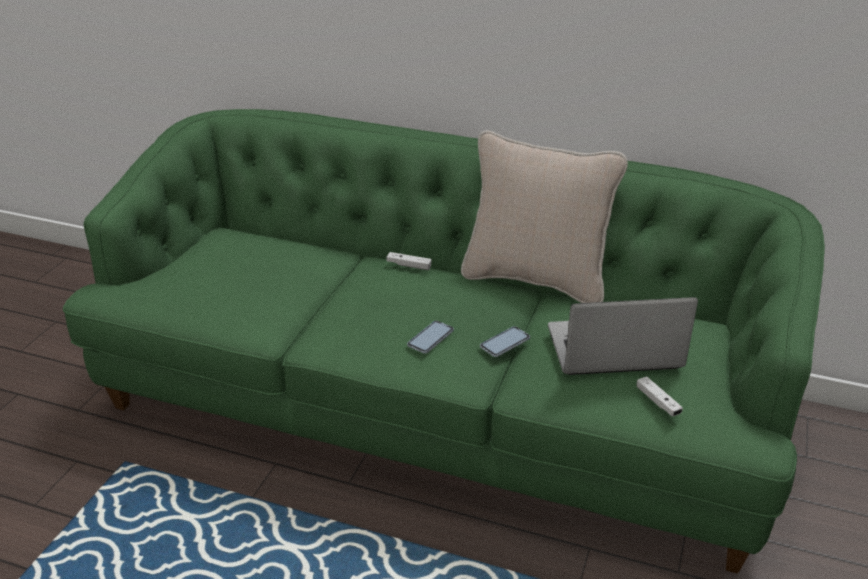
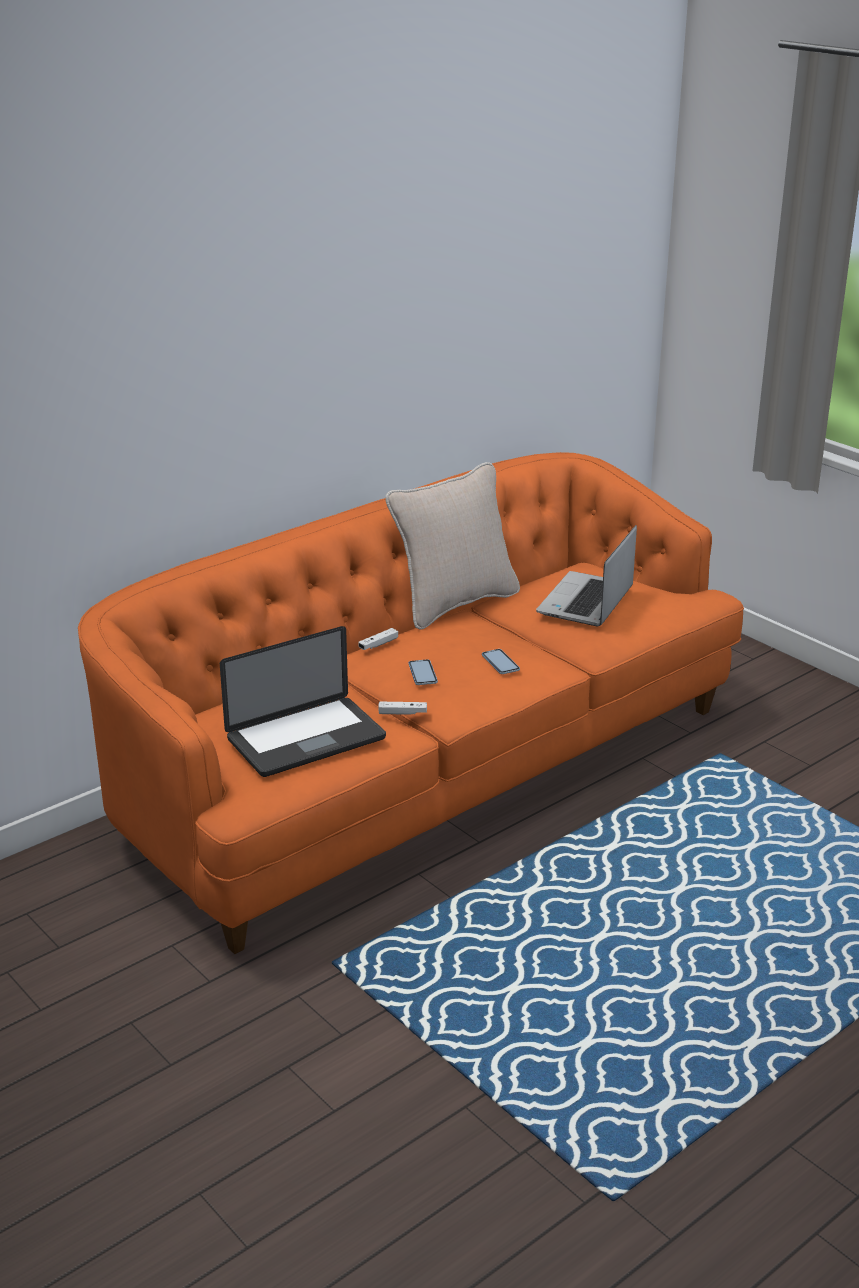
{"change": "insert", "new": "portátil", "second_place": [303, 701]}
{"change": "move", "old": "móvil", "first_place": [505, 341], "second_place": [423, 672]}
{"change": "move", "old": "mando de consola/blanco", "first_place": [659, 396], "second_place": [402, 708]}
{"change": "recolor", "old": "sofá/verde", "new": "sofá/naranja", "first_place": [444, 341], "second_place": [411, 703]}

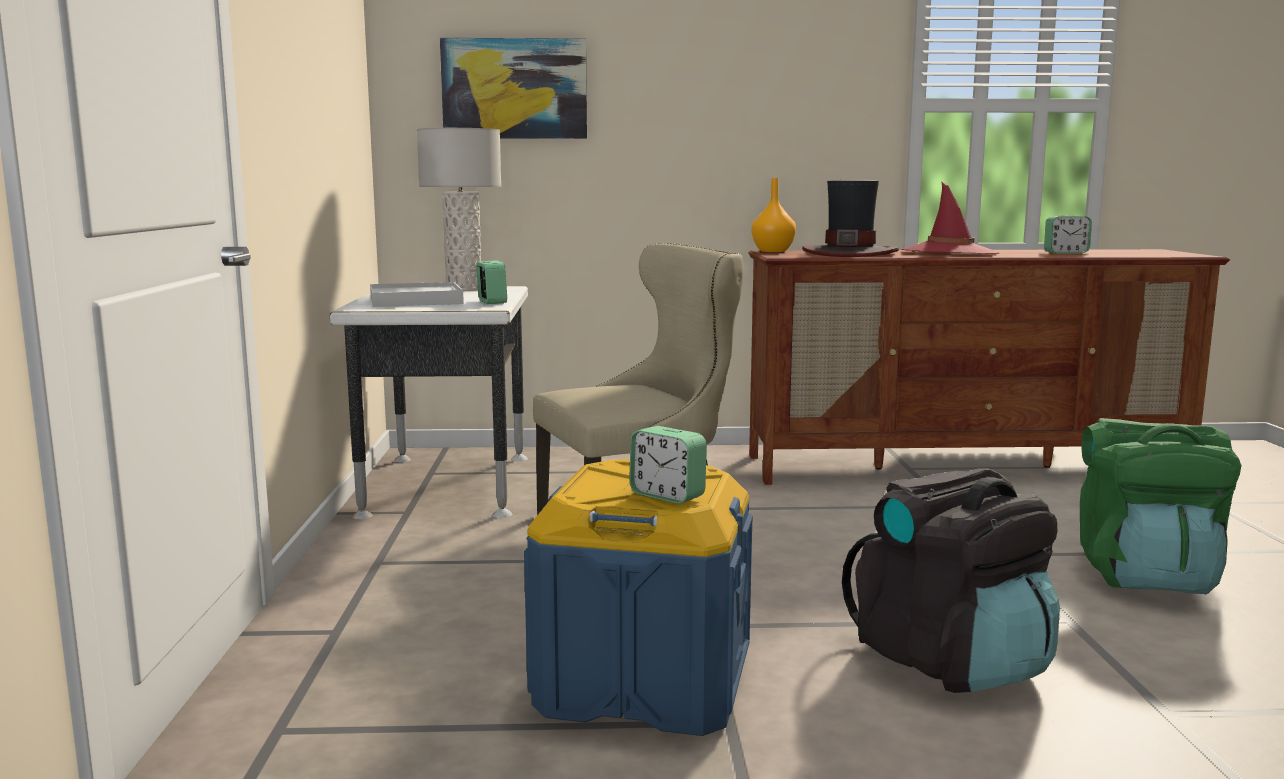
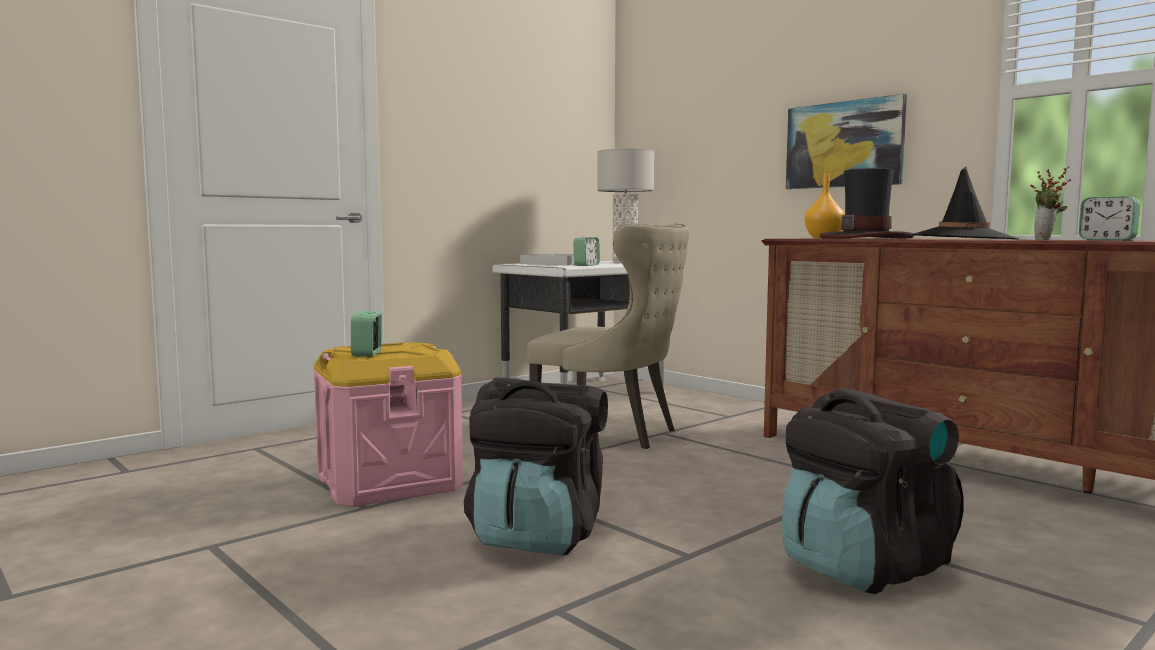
{"change": "insert", "new": "planta en maceta", "second_place": [1050, 203]}
{"change": "move", "old": "cuadro", "first_place": [513, 88], "second_place": [846, 141]}
{"change": "recolor", "old": "caja de almacenaje/azul", "new": "caja de almacenaje/rosa", "first_place": [638, 597], "second_place": [388, 424]}
{"change": "recolor", "old": "sombrero/rojo", "new": "sombrero/negro", "first_place": [951, 217], "second_place": [965, 203]}
{"change": "recolor", "old": "mochila/verde", "new": "mochila/negro", "first_place": [1161, 506], "second_place": [873, 491]}

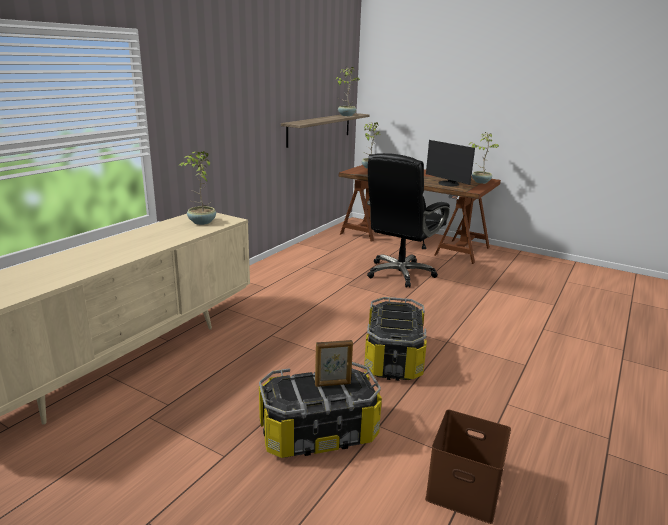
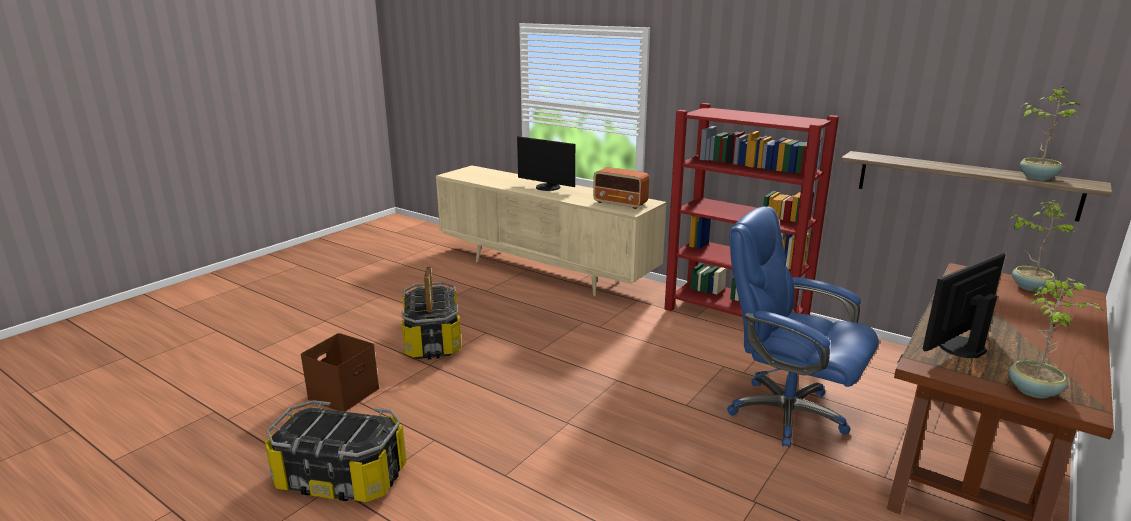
{"change": "insert", "new": "monitor", "second_place": [546, 163]}
{"change": "insert", "new": "estantería/rojo", "second_place": [752, 210]}
{"change": "move", "old": "caja de almacenaje", "first_place": [395, 339], "second_place": [336, 451]}
{"change": "replace", "old": "planta en maceta", "new": "radio", "first_place": [197, 188], "second_place": [621, 188]}
{"change": "recolor", "old": "silla de oficina/negro", "new": "silla de oficina/azul", "first_place": [408, 220], "second_place": [803, 327]}

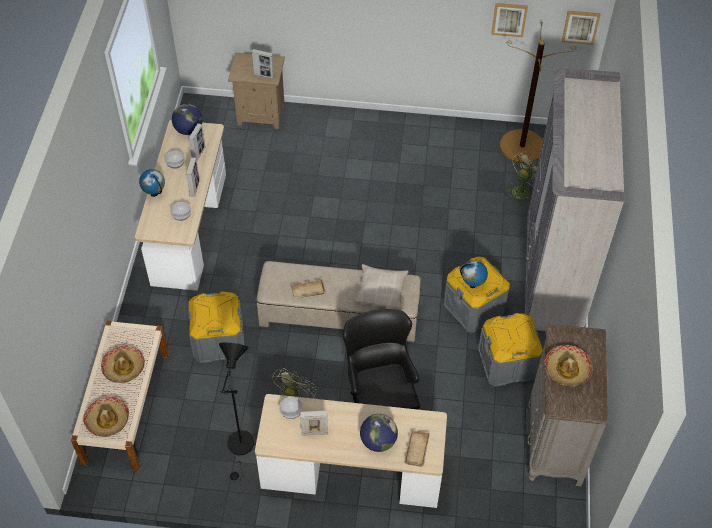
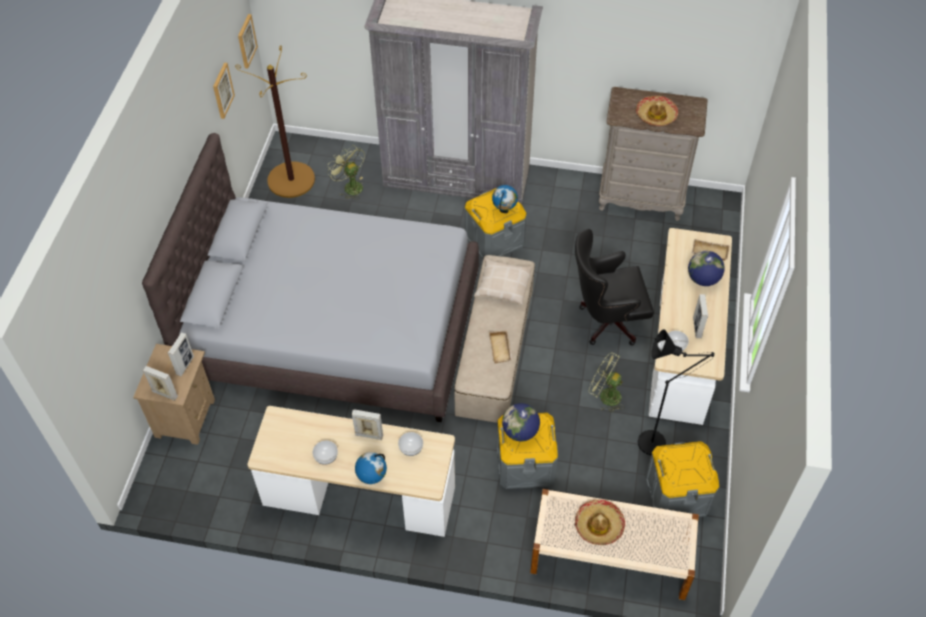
{"change": "delete", "old": "sombrero", "first_place": [106, 417]}
{"change": "insert", "new": "cama/gris", "second_place": [310, 277]}
{"change": "move", "old": "globo terráqueo", "first_place": [187, 119], "second_place": [521, 422]}
{"change": "move", "old": "portarretratos", "first_place": [196, 141], "second_place": [160, 383]}
{"change": "move", "old": "caja de almacenaje/gris", "first_place": [510, 350], "second_place": [682, 481]}

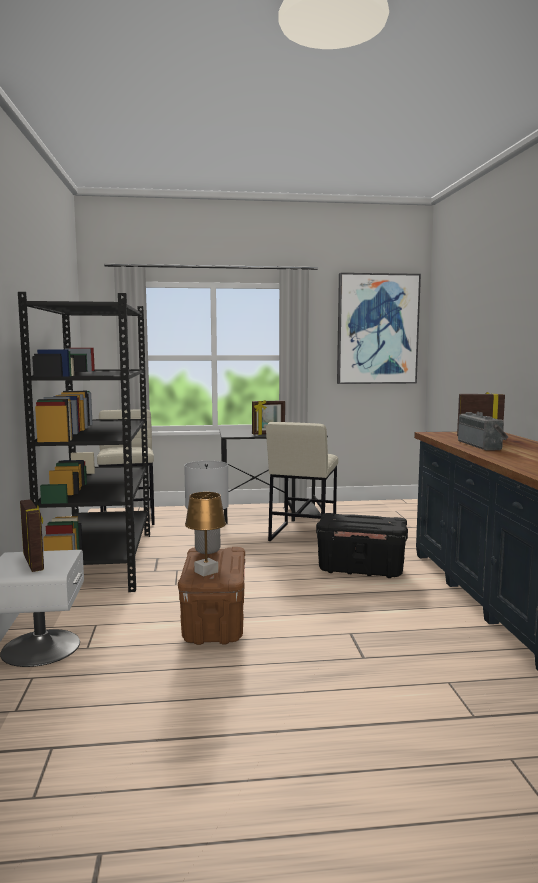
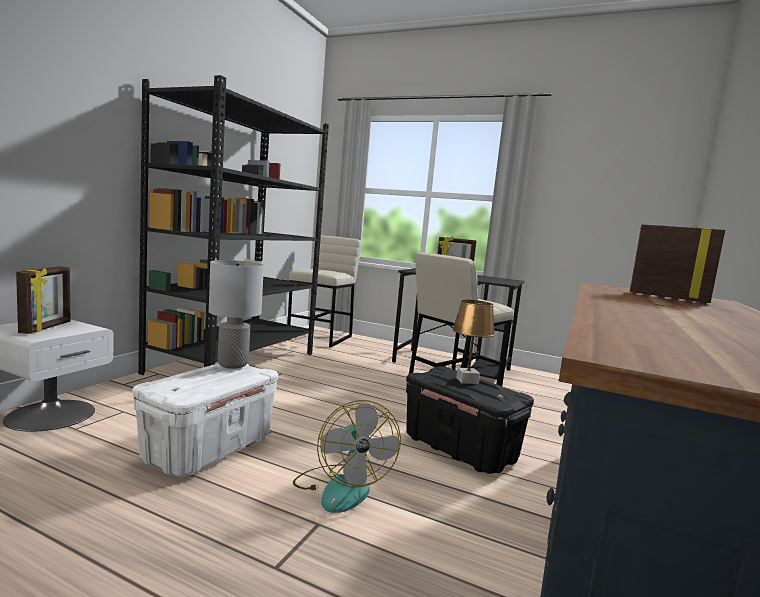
{"change": "delete", "old": "cuadro", "first_place": [379, 328]}
{"change": "delete", "old": "radio", "first_place": [483, 431]}
{"change": "insert", "new": "ventilador", "second_place": [347, 456]}
{"change": "move", "old": "lámpara de mesa/marrón", "first_place": [205, 534], "second_place": [474, 342]}
{"change": "recolor", "old": "caja de almacenaje/marrón", "new": "caja de almacenaje/blanco", "first_place": [211, 596], "second_place": [205, 420]}

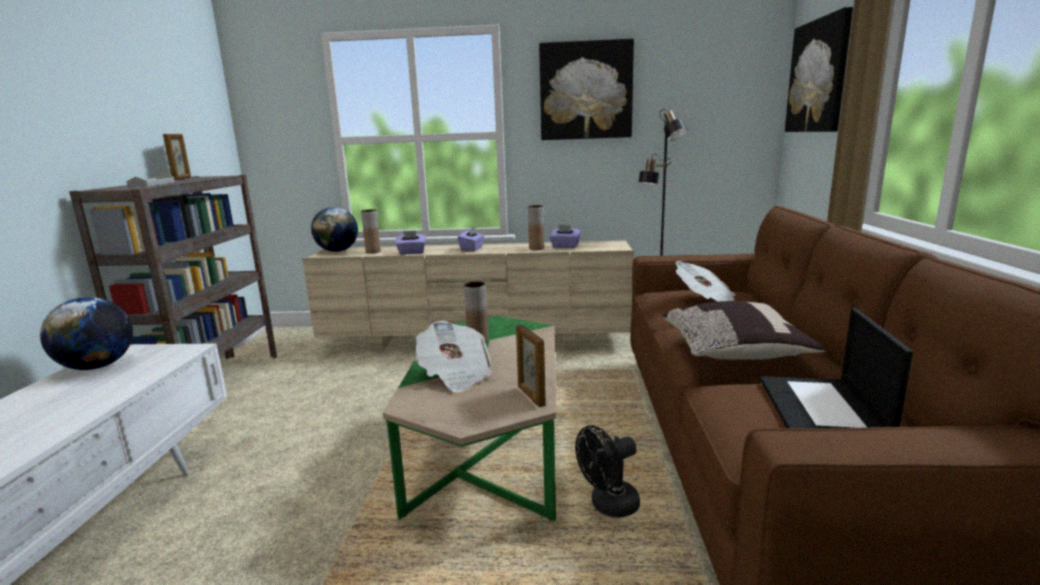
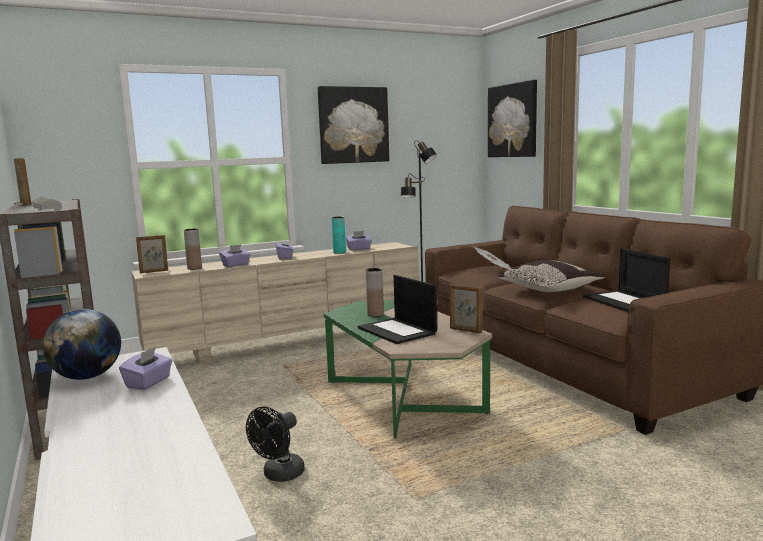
{"change": "insert", "new": "caja de pañuelos/morado", "second_place": [146, 368]}
{"change": "move", "old": "ventilador/negro", "first_place": [607, 471], "second_place": [275, 444]}
{"change": "replace", "old": "globo terráqueo", "new": "portarretratos", "first_place": [334, 229], "second_place": [152, 254]}
{"change": "replace", "old": "periódico", "new": "portátil", "first_place": [454, 357], "second_place": [397, 309]}
{"change": "recolor", "old": "florero/marrón", "new": "florero/turquesa", "first_place": [536, 227], "second_place": [339, 235]}

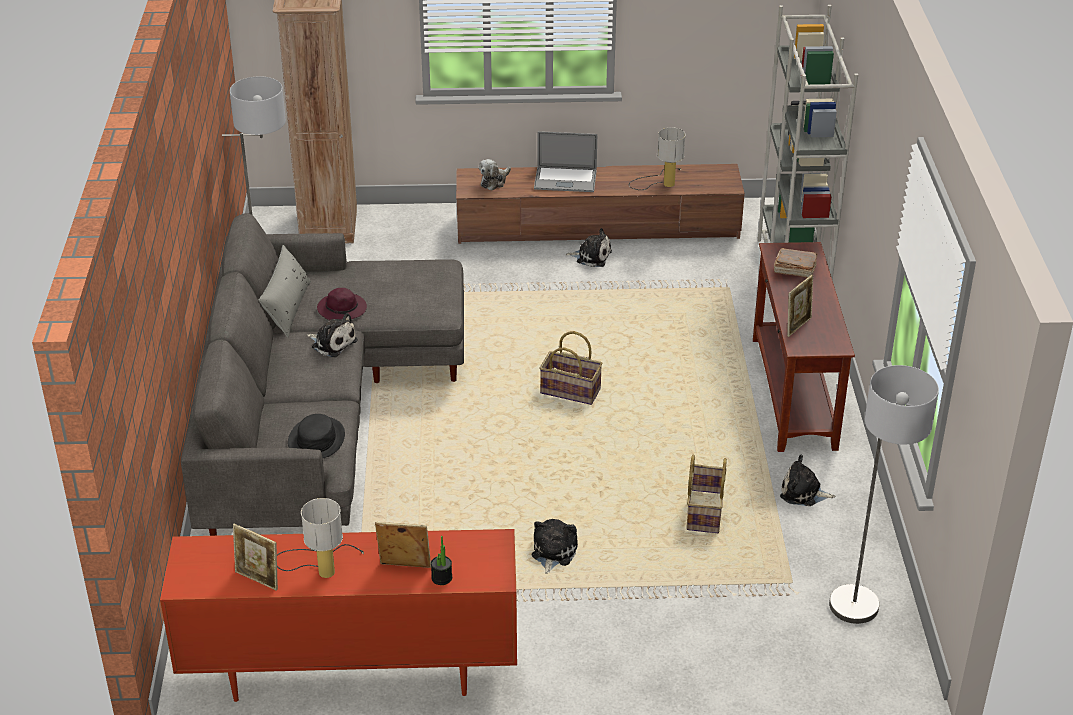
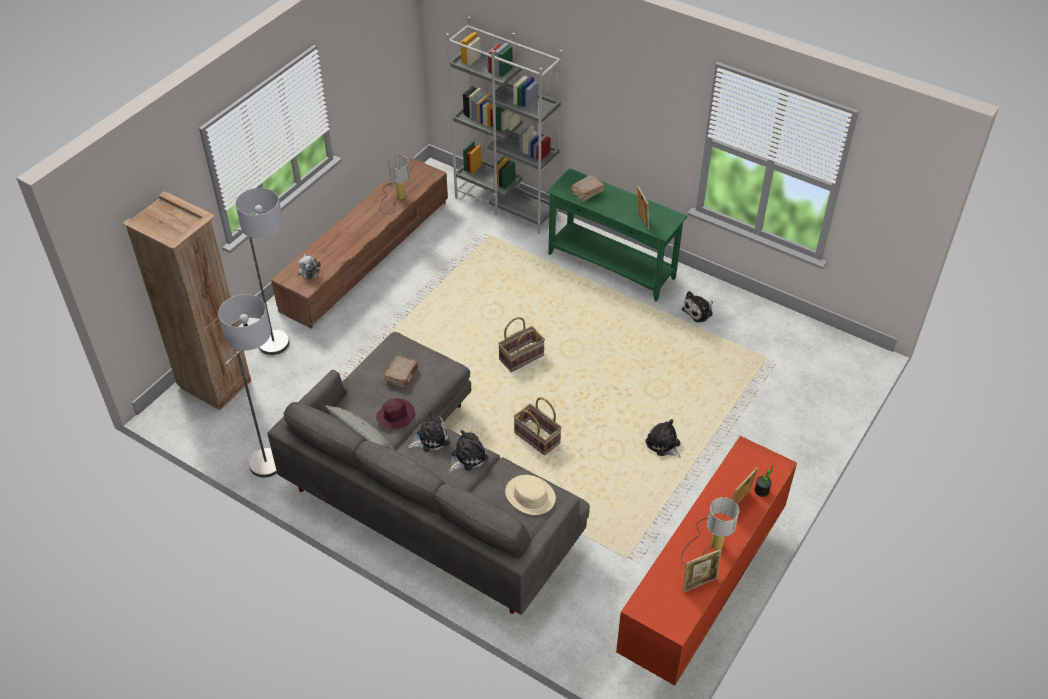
{"change": "delete", "old": "portátil", "first_place": [565, 161]}
{"change": "insert", "new": "libro/marrón", "second_place": [401, 371]}
{"change": "move", "old": "peluche", "first_place": [589, 247], "second_place": [468, 451]}
{"change": "move", "old": "cesta", "first_place": [706, 494], "second_place": [537, 426]}
{"change": "move", "old": "lámpara de pie/gris", "first_place": [884, 494], "second_place": [262, 271]}
{"change": "recolor", "old": "sombrero/negro", "new": "sombrero/beis", "first_place": [316, 436], "second_place": [530, 495]}
{"change": "recolor", "old": "mesa consola/marrón", "new": "mesa consola/verde", "first_place": [804, 347], "second_place": [616, 235]}

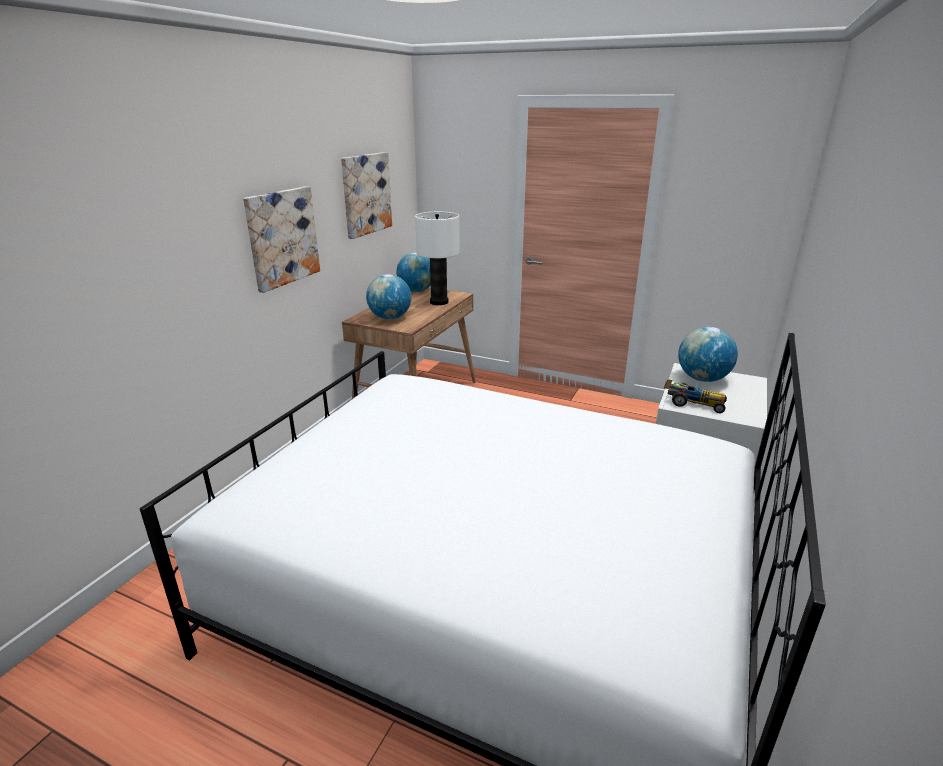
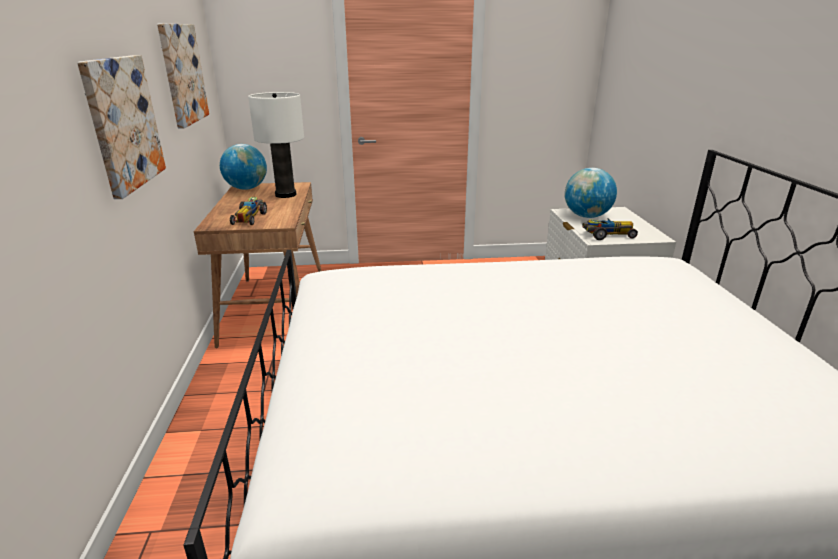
{"change": "replace", "old": "globo terráqueo", "new": "coche de juguete", "first_place": [388, 297], "second_place": [248, 210]}

